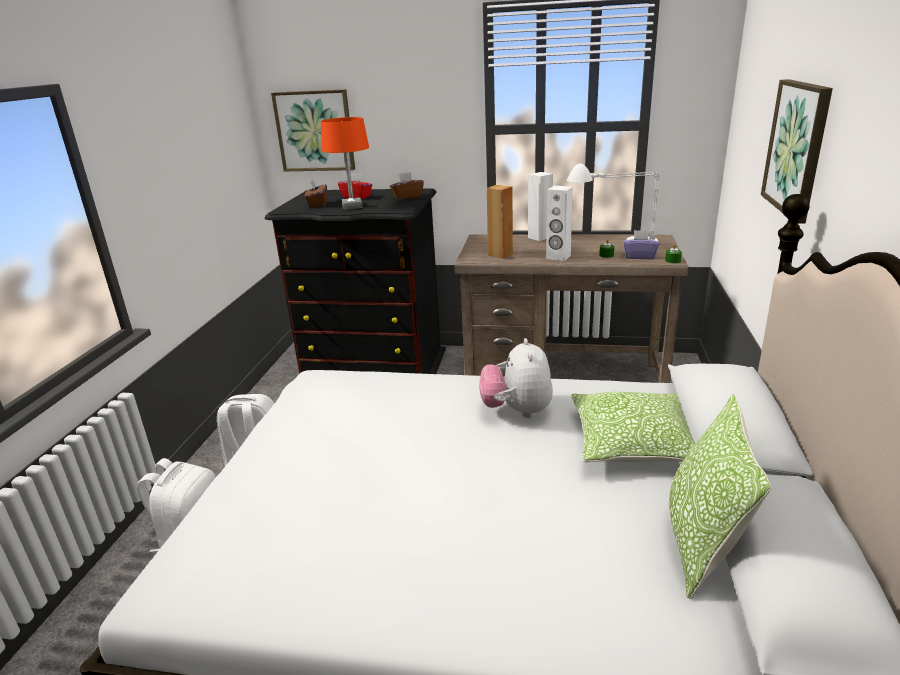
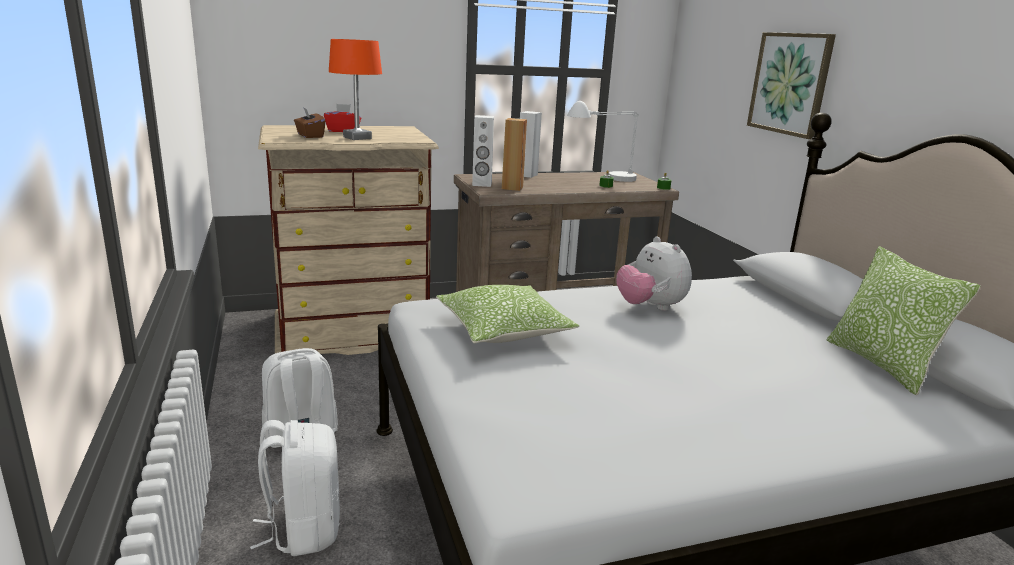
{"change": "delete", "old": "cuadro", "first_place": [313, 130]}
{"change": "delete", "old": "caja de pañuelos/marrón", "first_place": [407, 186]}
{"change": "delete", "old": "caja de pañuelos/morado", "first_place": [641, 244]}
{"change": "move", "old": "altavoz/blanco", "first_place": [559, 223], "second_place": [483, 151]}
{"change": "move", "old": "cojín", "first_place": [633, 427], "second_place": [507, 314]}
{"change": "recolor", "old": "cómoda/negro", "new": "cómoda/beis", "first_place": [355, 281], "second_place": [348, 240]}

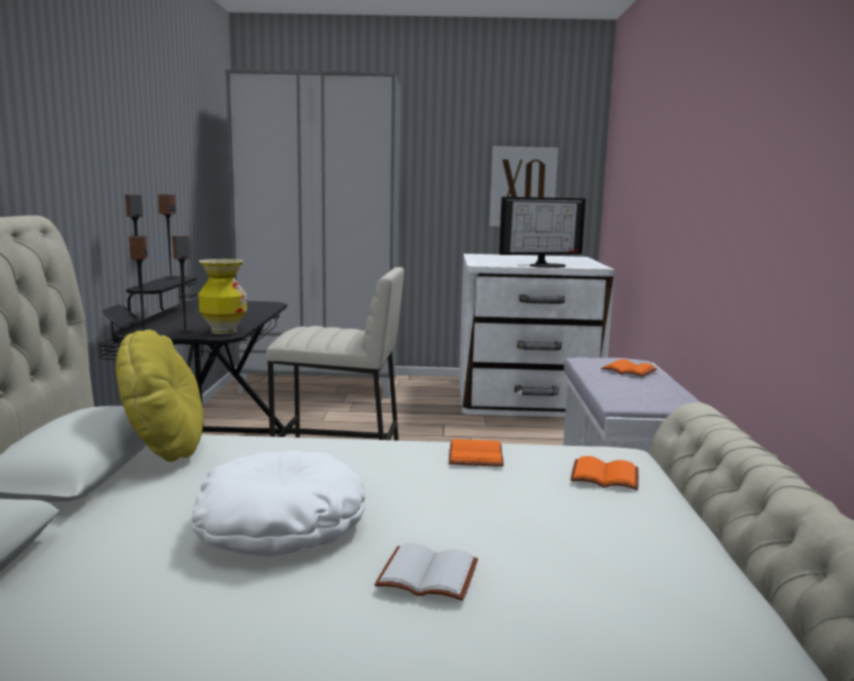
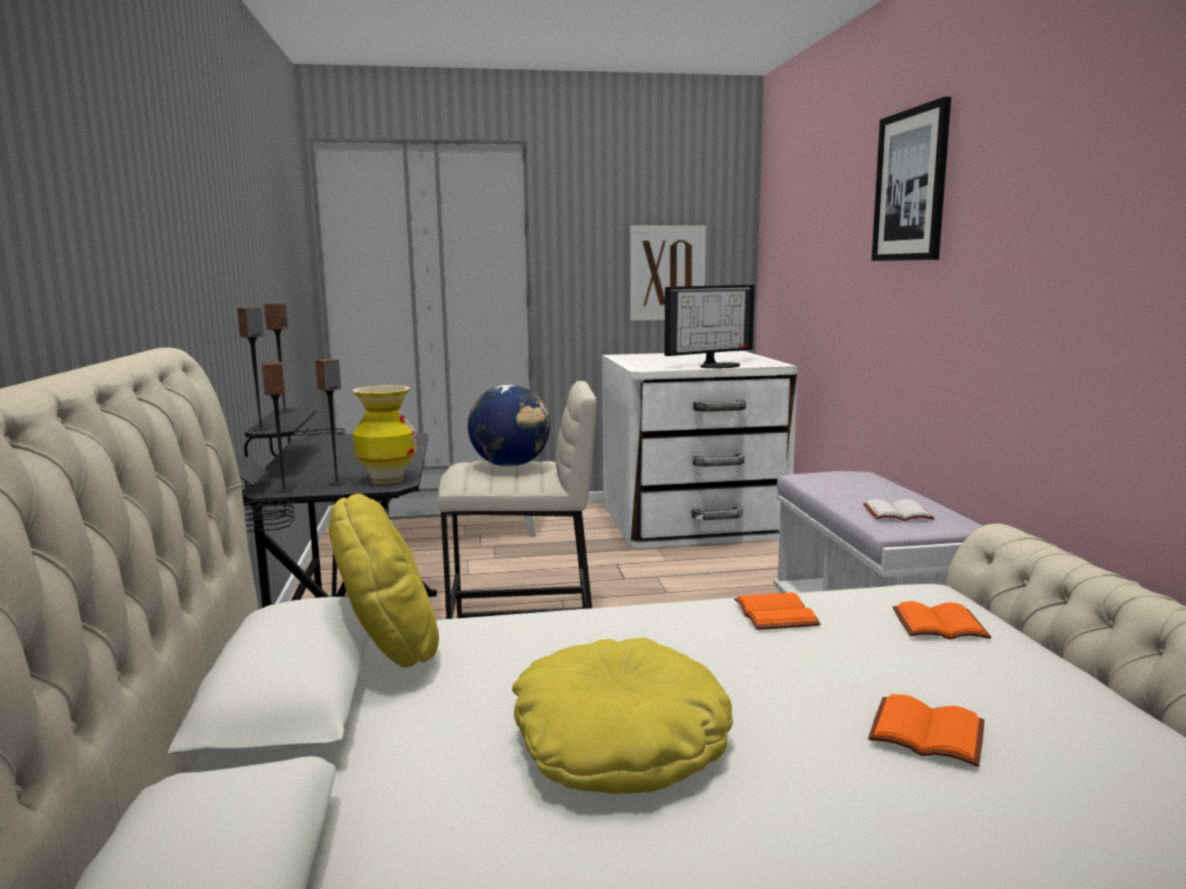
{"change": "insert", "new": "globo terráqueo", "second_place": [509, 426]}
{"change": "insert", "new": "cuadro", "second_place": [911, 179]}
{"change": "move", "old": "libro/blanco", "first_place": [426, 572], "second_place": [899, 510]}
{"change": "move", "old": "libro/naranja", "first_place": [629, 368], "second_place": [926, 730]}
{"change": "recolor", "old": "cojín/blanco", "new": "cojín/amarillo", "first_place": [278, 503], "second_place": [622, 716]}

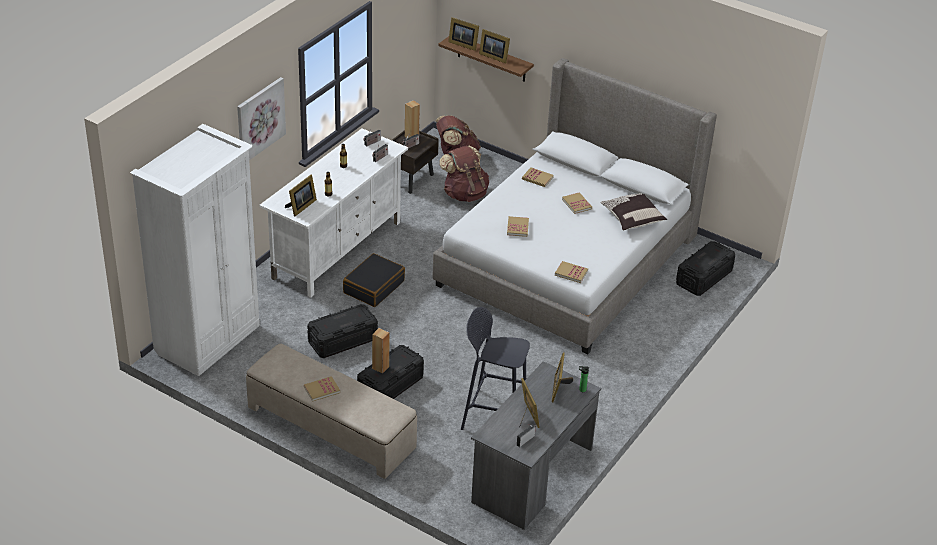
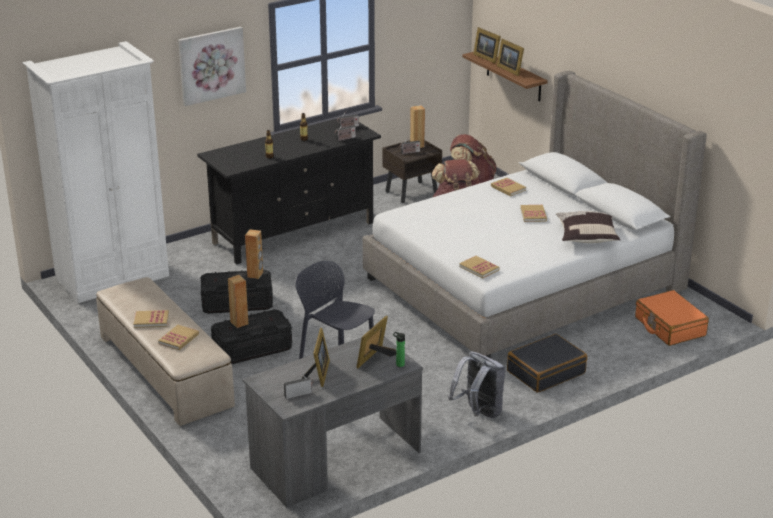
{"change": "delete", "old": "portarretratos", "first_place": [301, 196]}
{"change": "insert", "new": "altavoz/marrón", "second_place": [254, 254]}
{"change": "insert", "new": "mochila/gris", "second_place": [476, 384]}
{"change": "move", "old": "maleta/negro", "first_place": [374, 280], "second_place": [547, 363]}
{"change": "move", "old": "libro", "first_place": [518, 226], "second_place": [178, 337]}
{"change": "replace", "old": "caja de almacenaje/negro", "new": "maleta/naranja", "first_place": [705, 268], "second_place": [672, 318]}
{"change": "recolor", "old": "cómoda/blanco", "new": "cómoda/negro", "first_place": [333, 213], "second_place": [289, 191]}

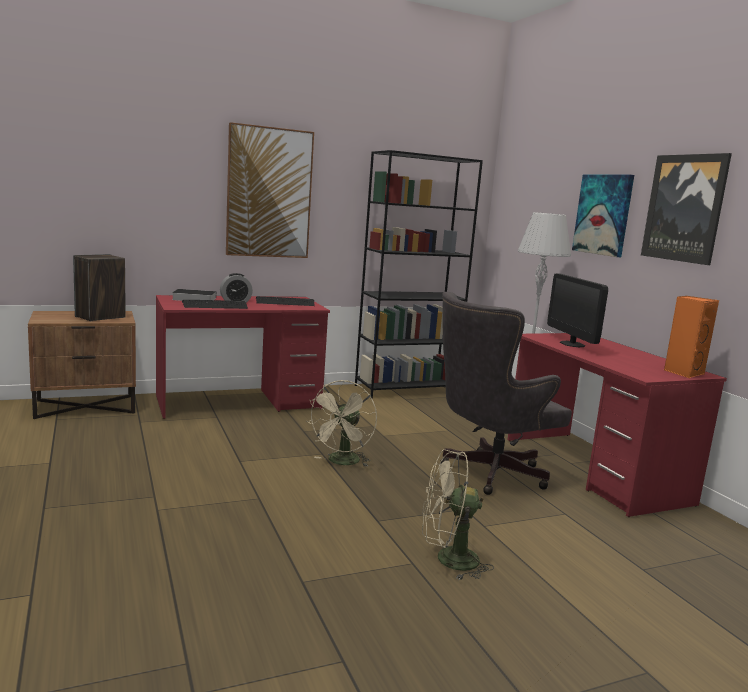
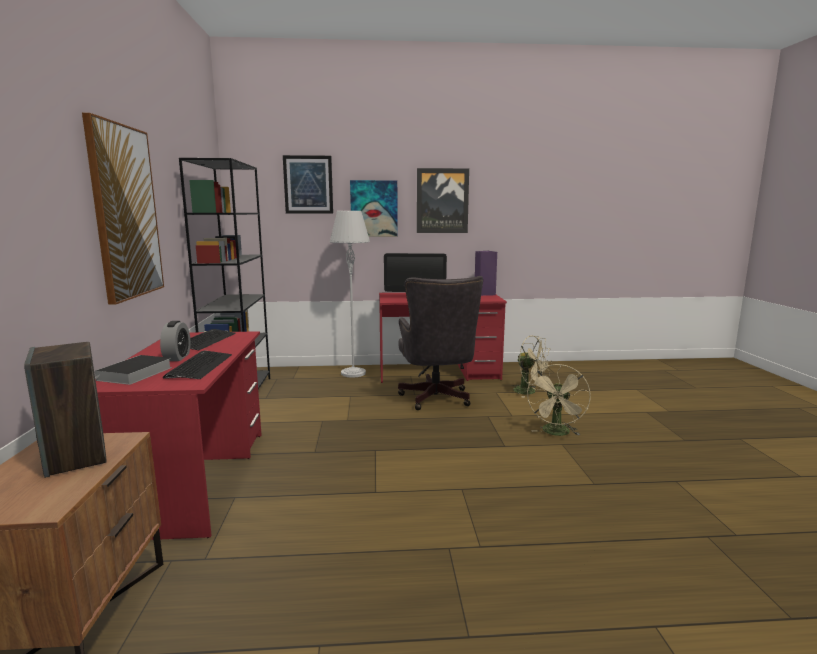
{"change": "insert", "new": "cuadro", "second_place": [308, 184]}
{"change": "move", "old": "ventilador/beis", "first_place": [342, 423], "second_place": [532, 366]}
{"change": "recolor", "old": "altavoz/naranja", "new": "altavoz/morado", "first_place": [691, 337], "second_place": [486, 273]}

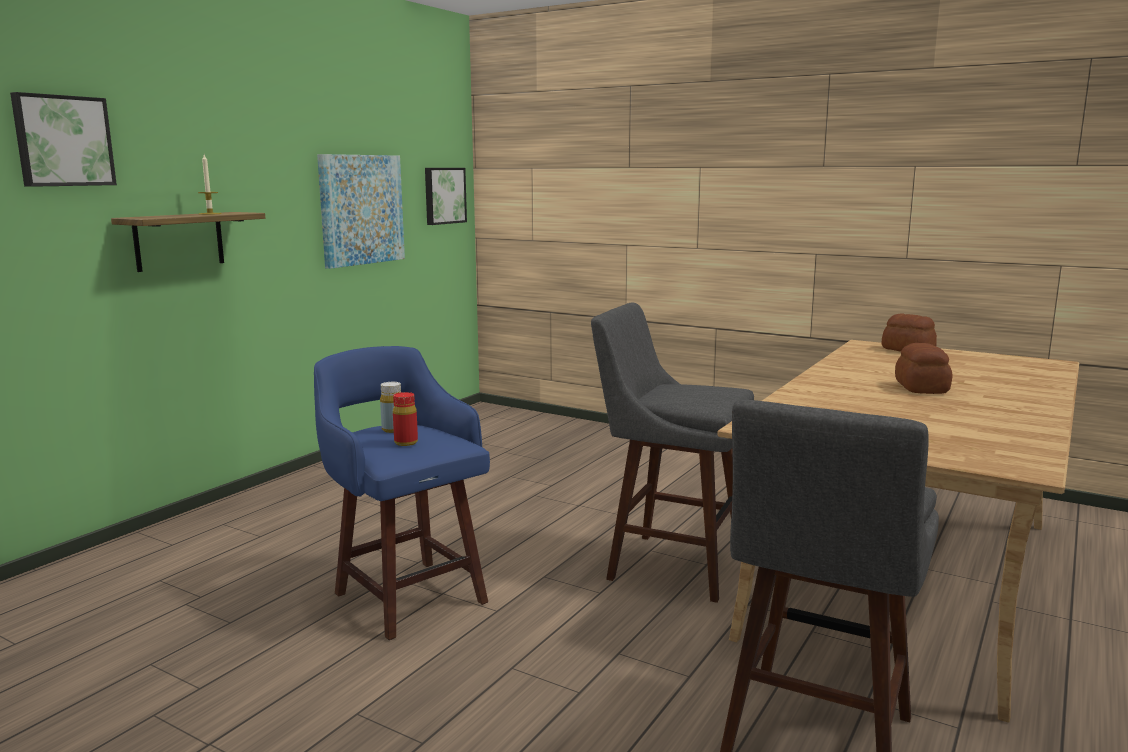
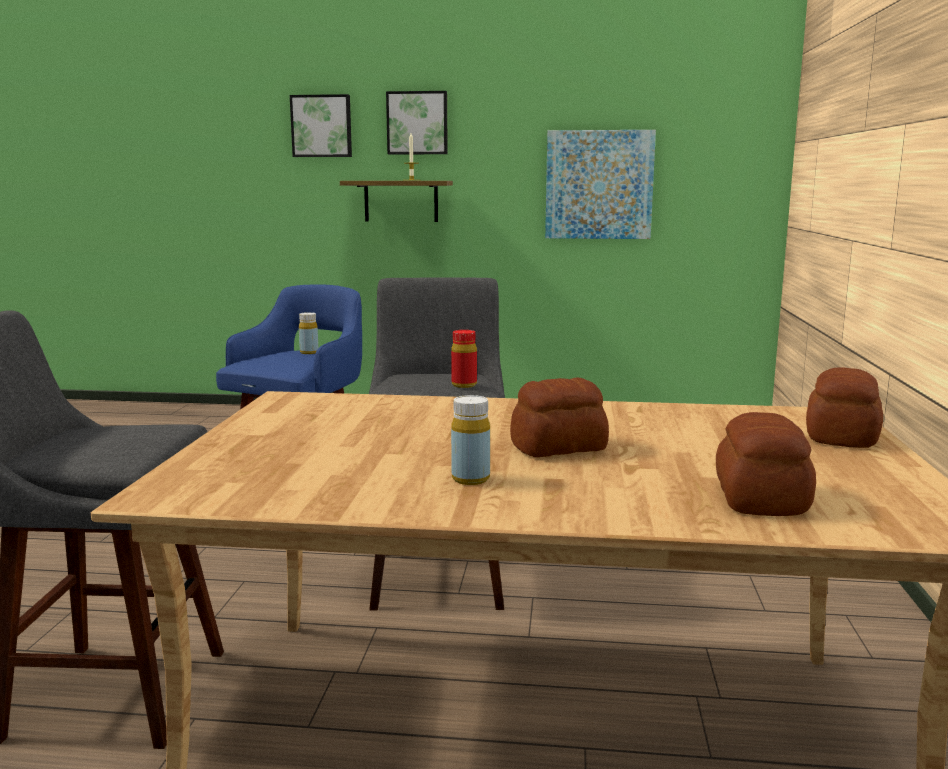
{"change": "insert", "new": "botella/amarillo", "second_place": [470, 440]}
{"change": "insert", "new": "pan", "second_place": [766, 464]}
{"change": "move", "old": "botella/rojo", "first_place": [405, 419], "second_place": [464, 359]}
{"change": "move", "old": "cuadro", "first_place": [446, 196], "second_place": [417, 122]}

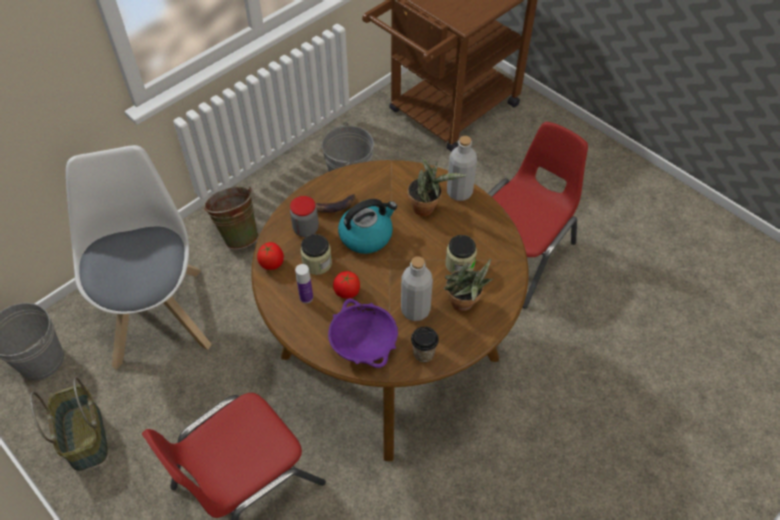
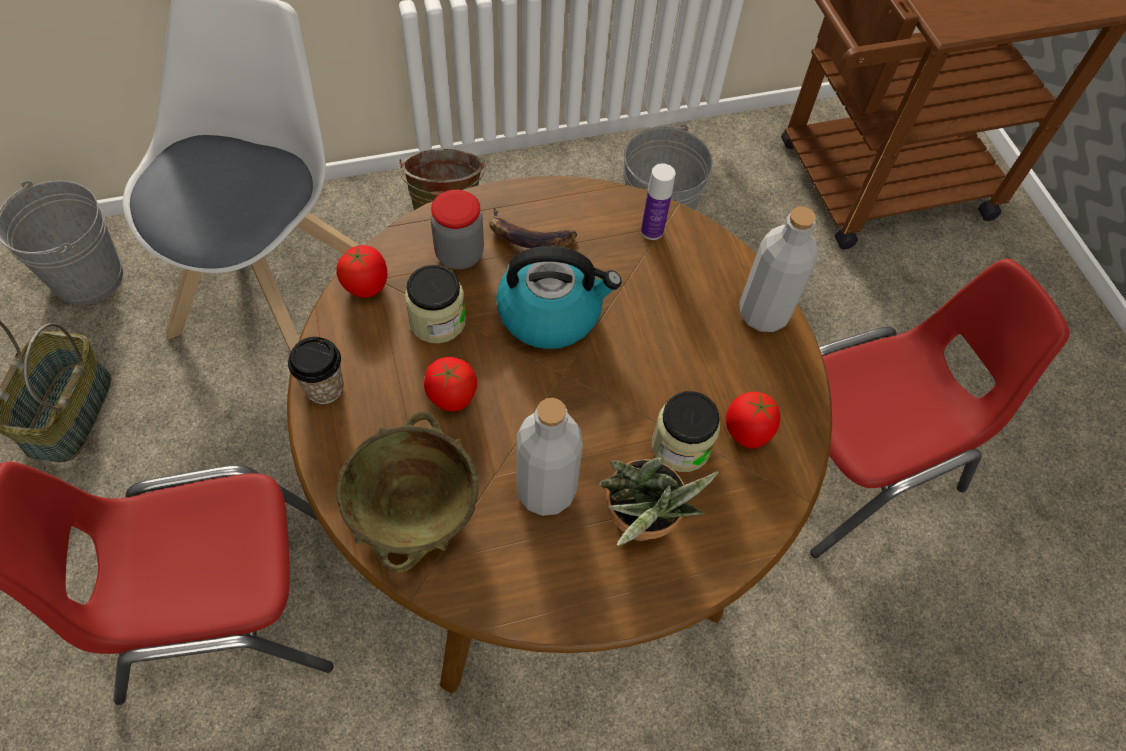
{"change": "delete", "old": "planta en maceta", "first_place": [436, 185]}
{"change": "insert", "new": "tomate", "second_place": [753, 420]}
{"change": "move", "old": "botella", "first_place": [304, 283], "second_place": [658, 201]}
{"change": "move", "old": "taza", "first_place": [425, 344], "second_place": [316, 370]}
{"change": "recolor", "old": "cuenco/morado", "new": "cuenco/beis", "first_place": [363, 333], "second_place": [407, 492]}

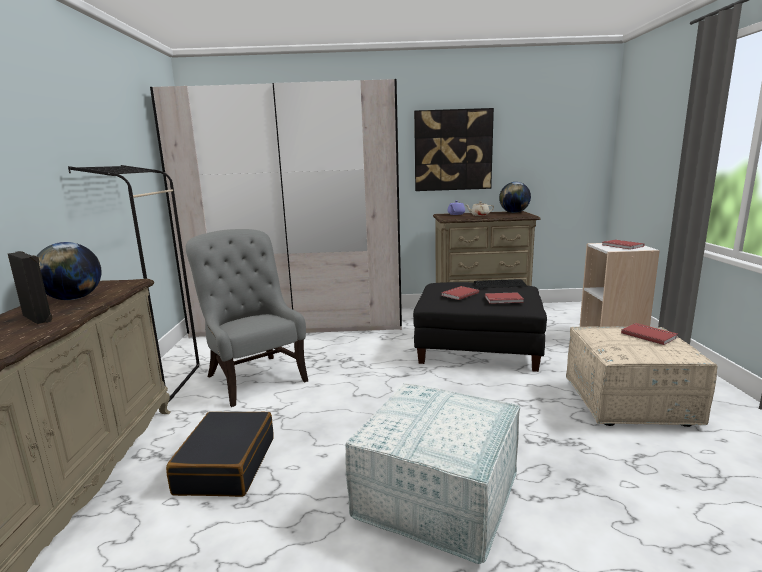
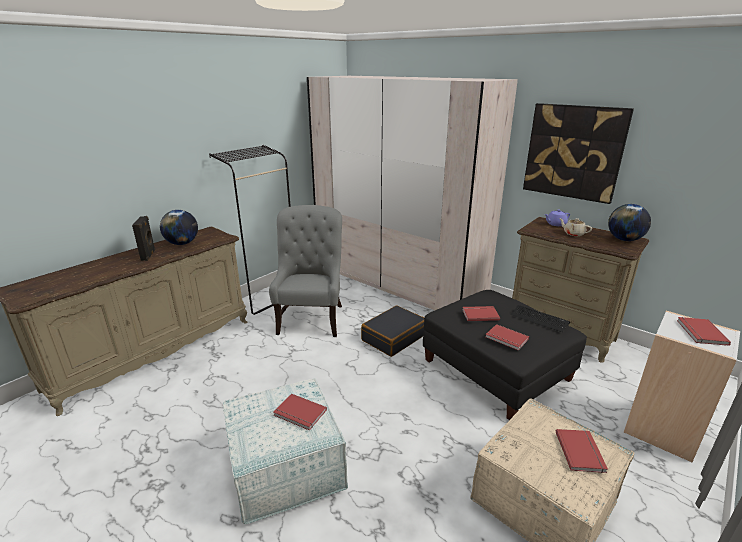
{"change": "insert", "new": "libro/rojo", "second_place": [300, 412]}
{"change": "move", "old": "maleta/negro", "first_place": [219, 454], "second_place": [392, 331]}

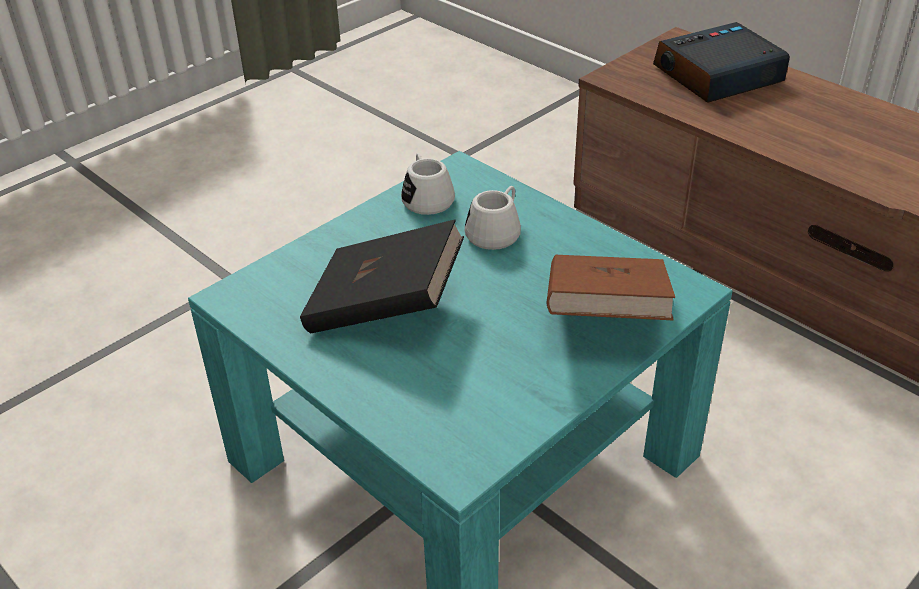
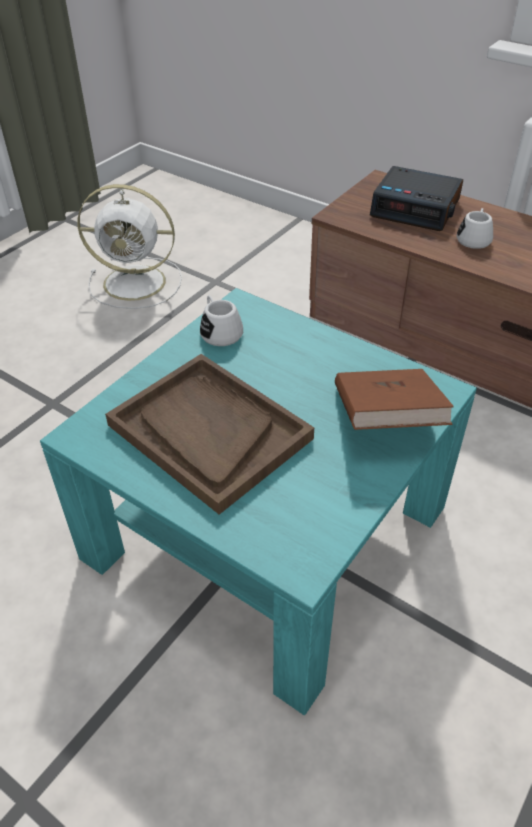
{"change": "insert", "new": "ventilador/blanco", "second_place": [130, 246]}
{"change": "move", "old": "taza grande/blanco", "first_place": [493, 218], "second_place": [474, 228]}
{"change": "replace", "old": "libro/negro", "new": "bandeja/marrón", "first_place": [382, 276], "second_place": [209, 434]}
{"change": "rotate", "old": "despertador", "first_place": [721, 62], "second_place": [416, 198], "degrees": -120}

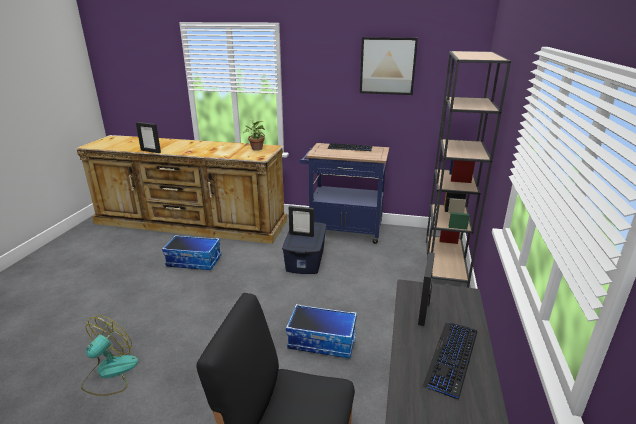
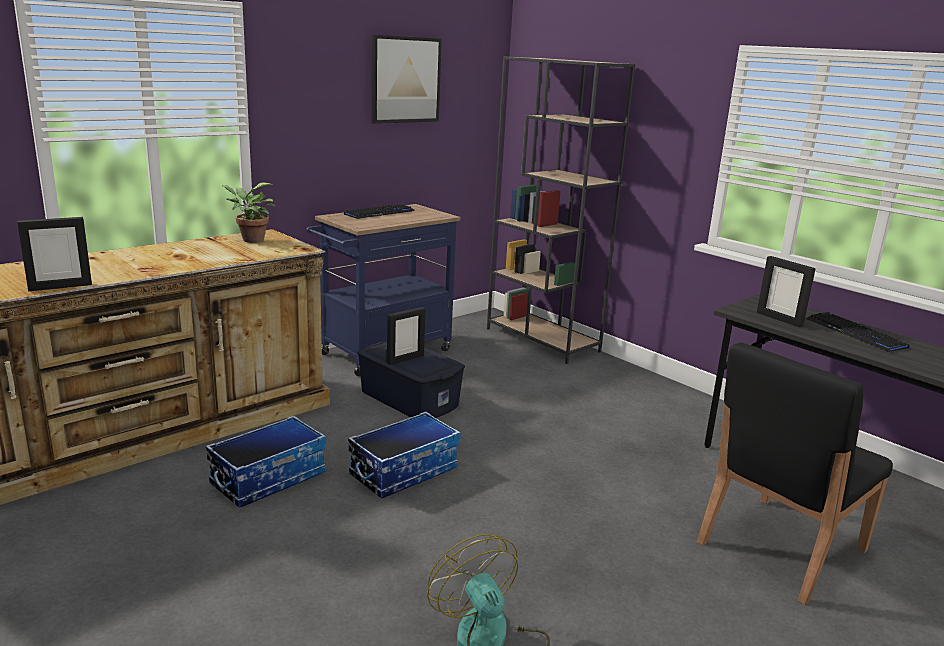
{"change": "move", "old": "caja de almacenaje", "first_place": [321, 331], "second_place": [404, 455]}

